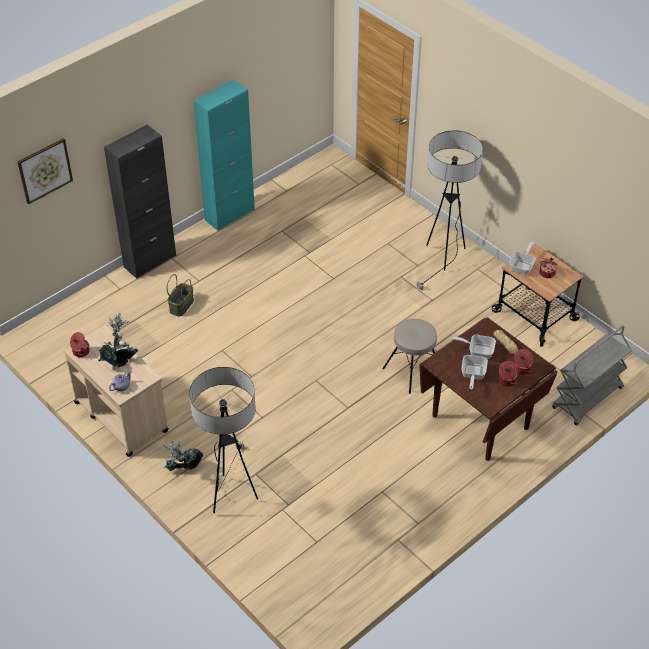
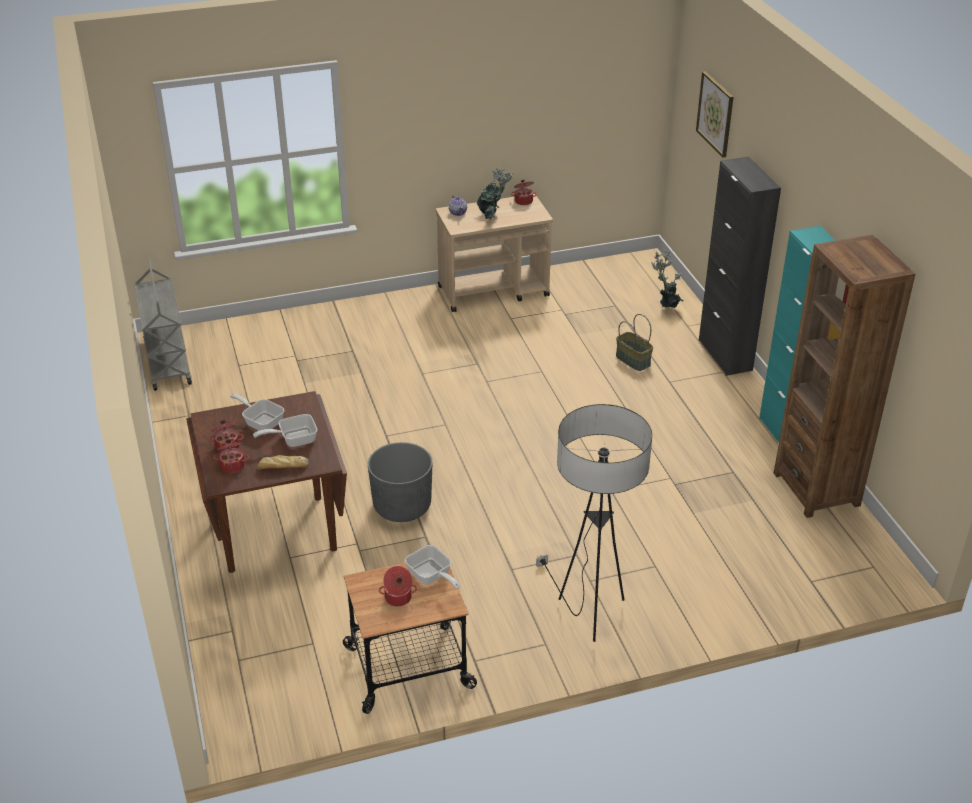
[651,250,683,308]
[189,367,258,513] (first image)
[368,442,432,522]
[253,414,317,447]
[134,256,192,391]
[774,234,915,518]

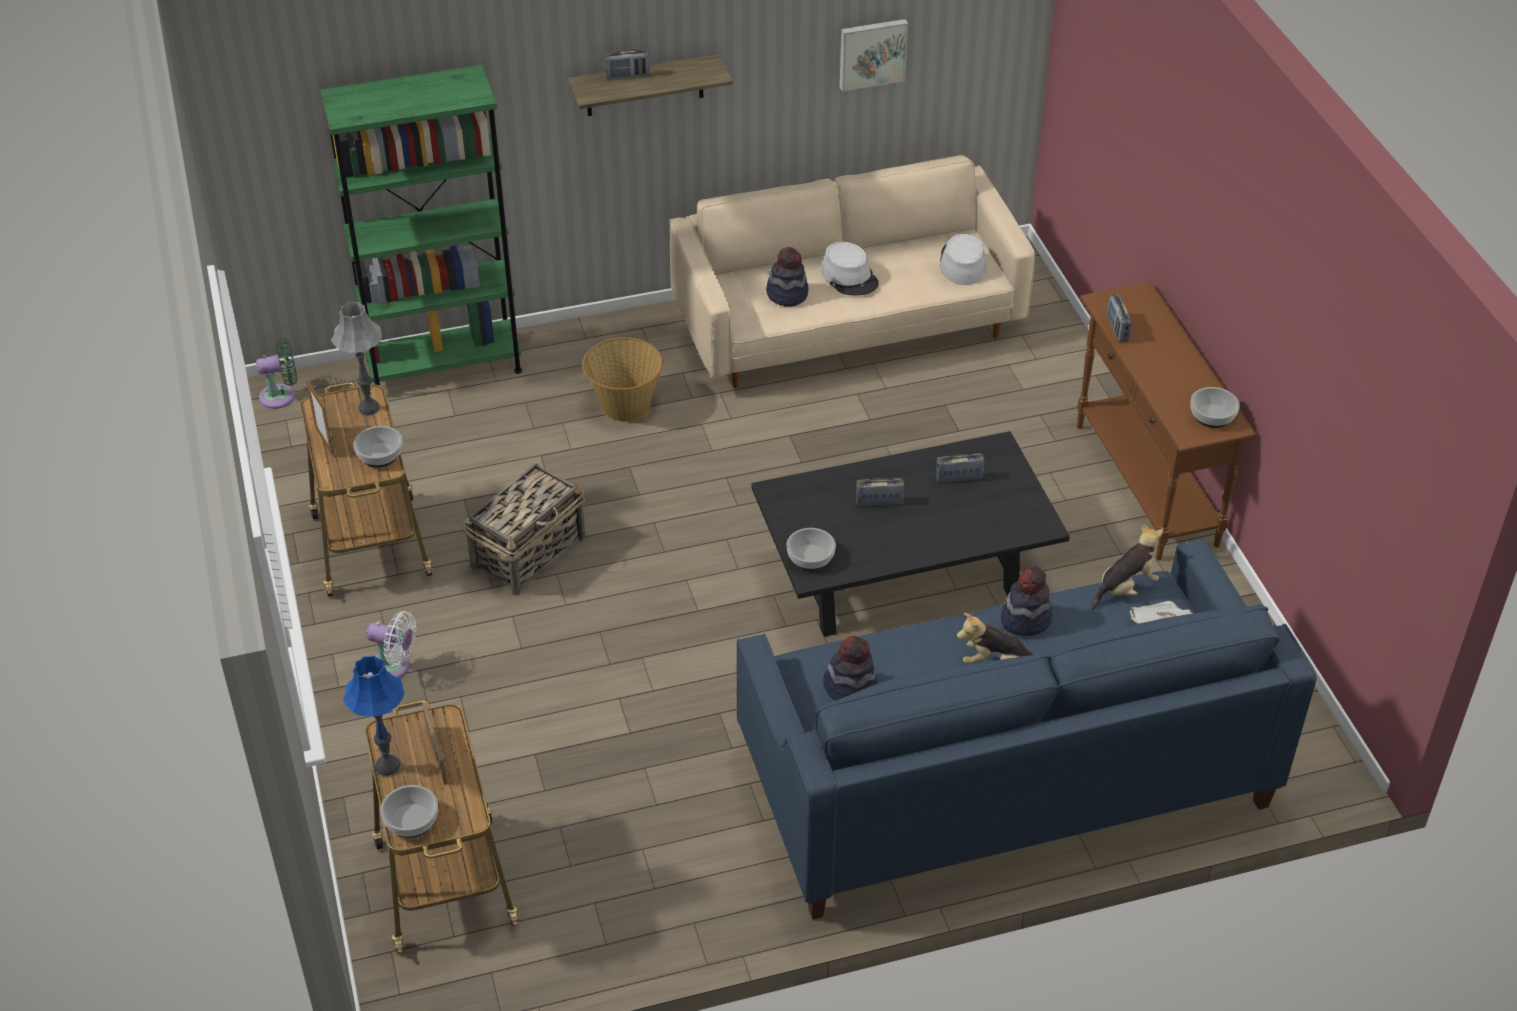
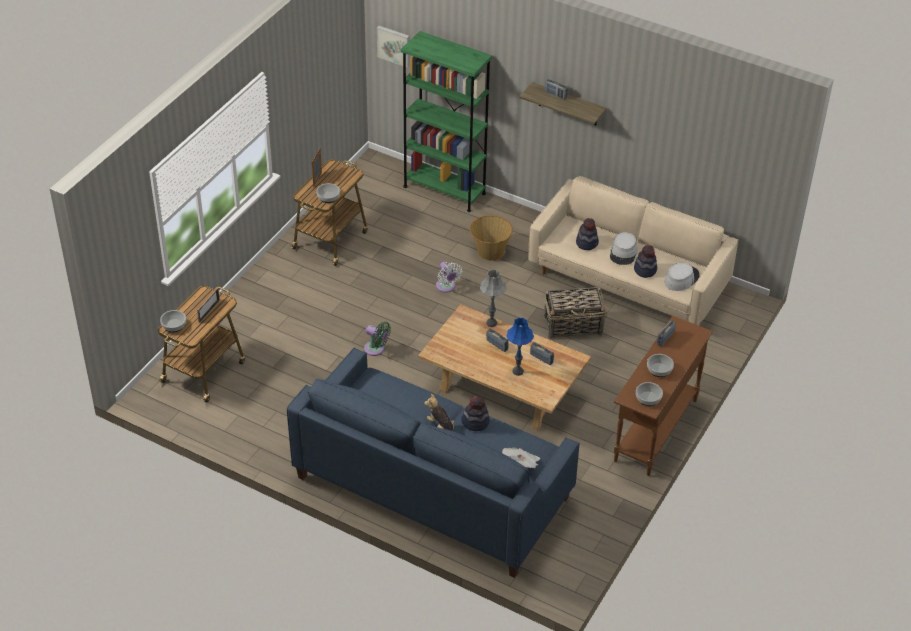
[364,322,391,356]
[480,270,507,327]
[506,318,534,376]
[436,262,462,293]
[544,287,607,339]
[418,304,591,431]
[647,354,674,377]
[634,245,657,278]
[377,26,410,68]
[1092,523,1163,609] (first image)

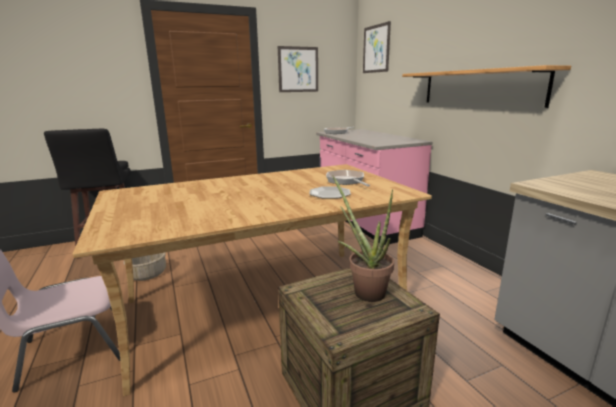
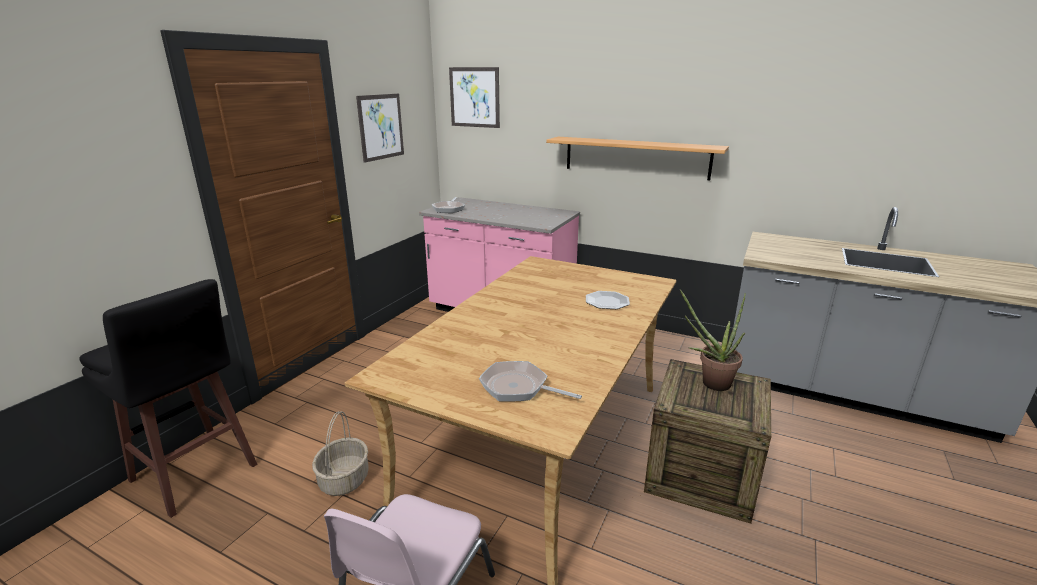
[479,361,582,402]

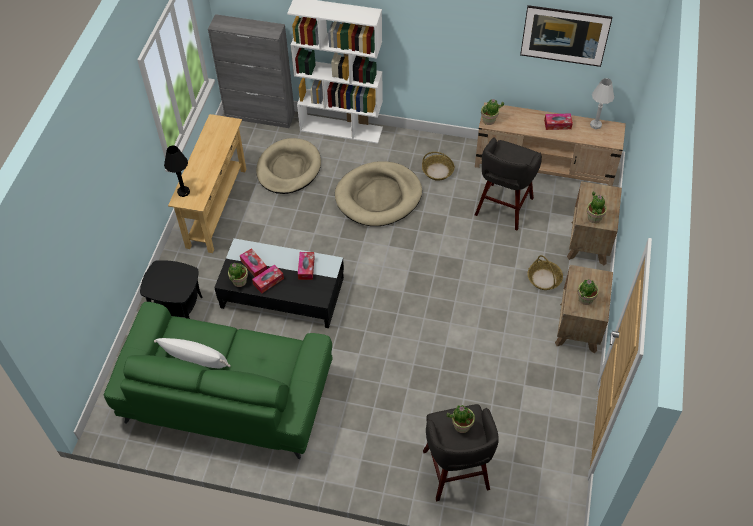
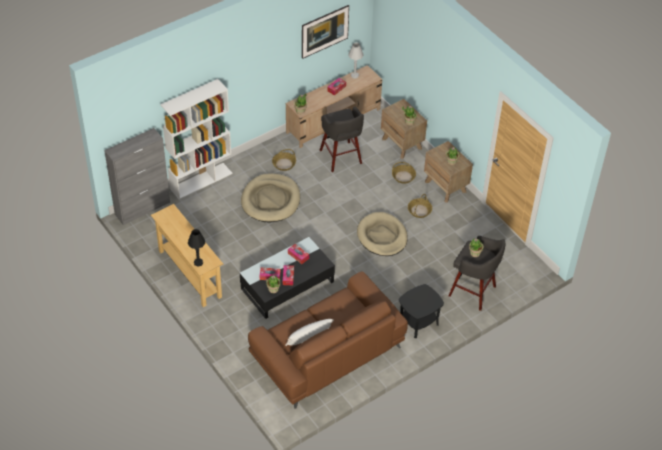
[248,271,408,409]
[399,284,444,338]
[357,212,408,256]
[408,194,432,218]

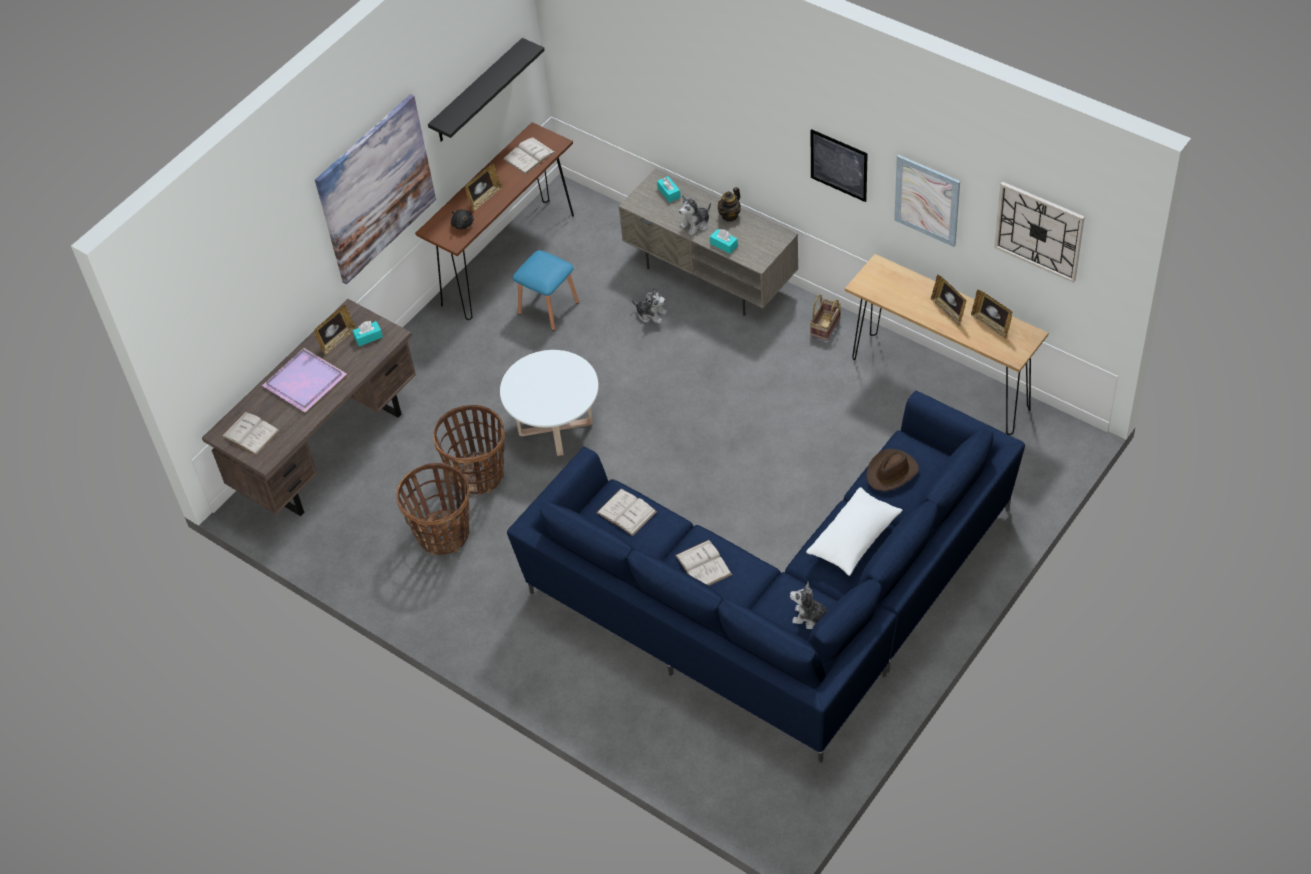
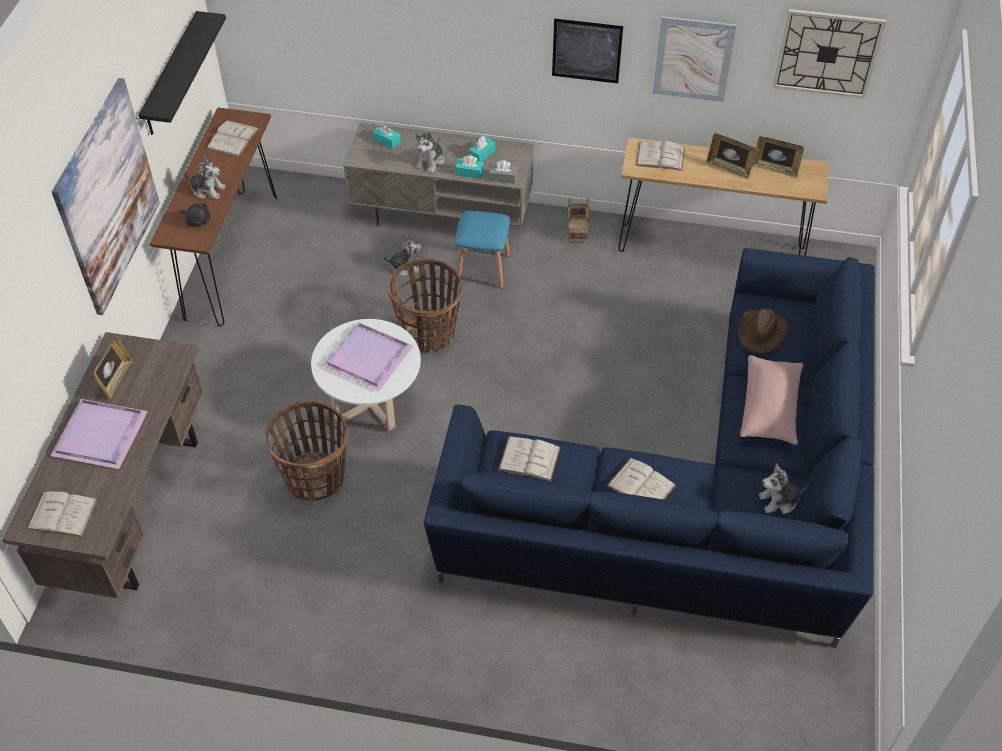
[469,136,495,161]
[388,258,462,353]
[184,156,226,199]
[455,211,510,289]
[718,187,741,222] (first image)
[740,355,803,445]
[323,322,413,391]
[489,160,517,184]
[636,141,685,171]

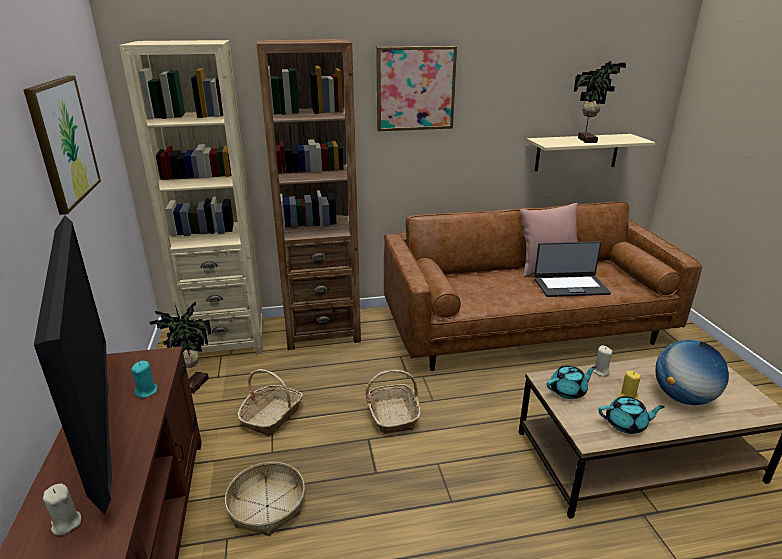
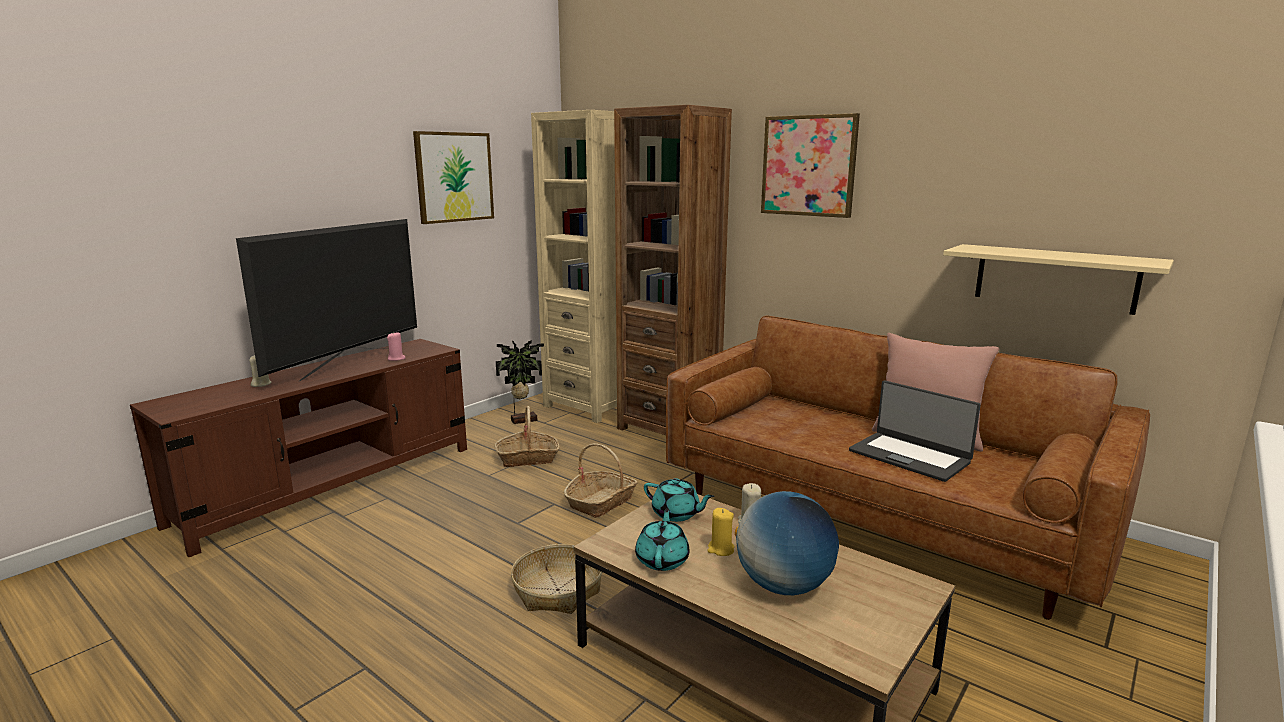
[387,332,405,361]
[511,544,602,614]
[574,61,626,143] (first image)
[635,508,689,571]

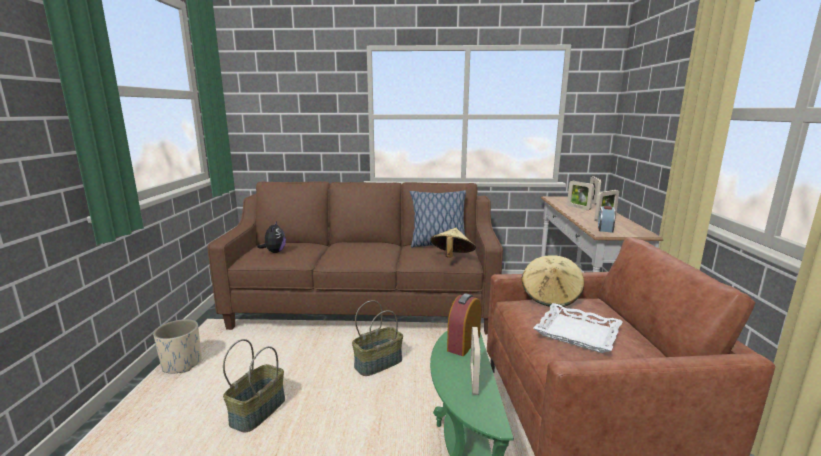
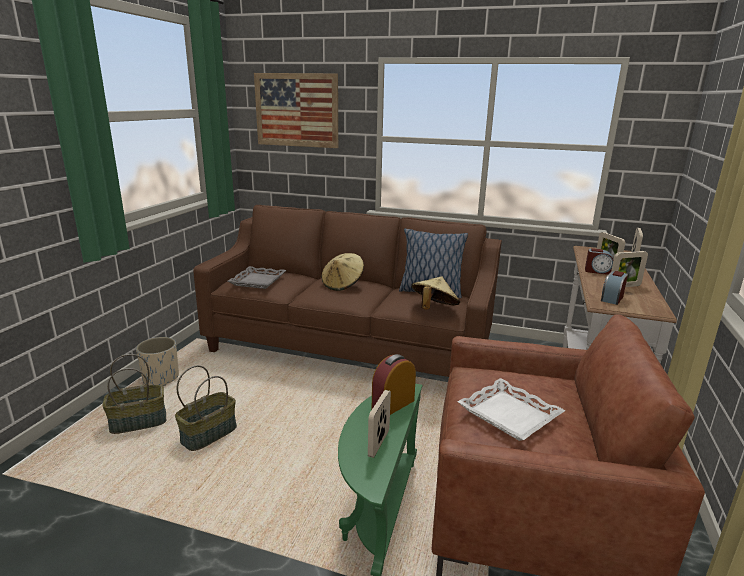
[228,266,286,289]
[102,354,166,434]
[321,253,364,291]
[254,73,338,148]
[585,248,614,275]

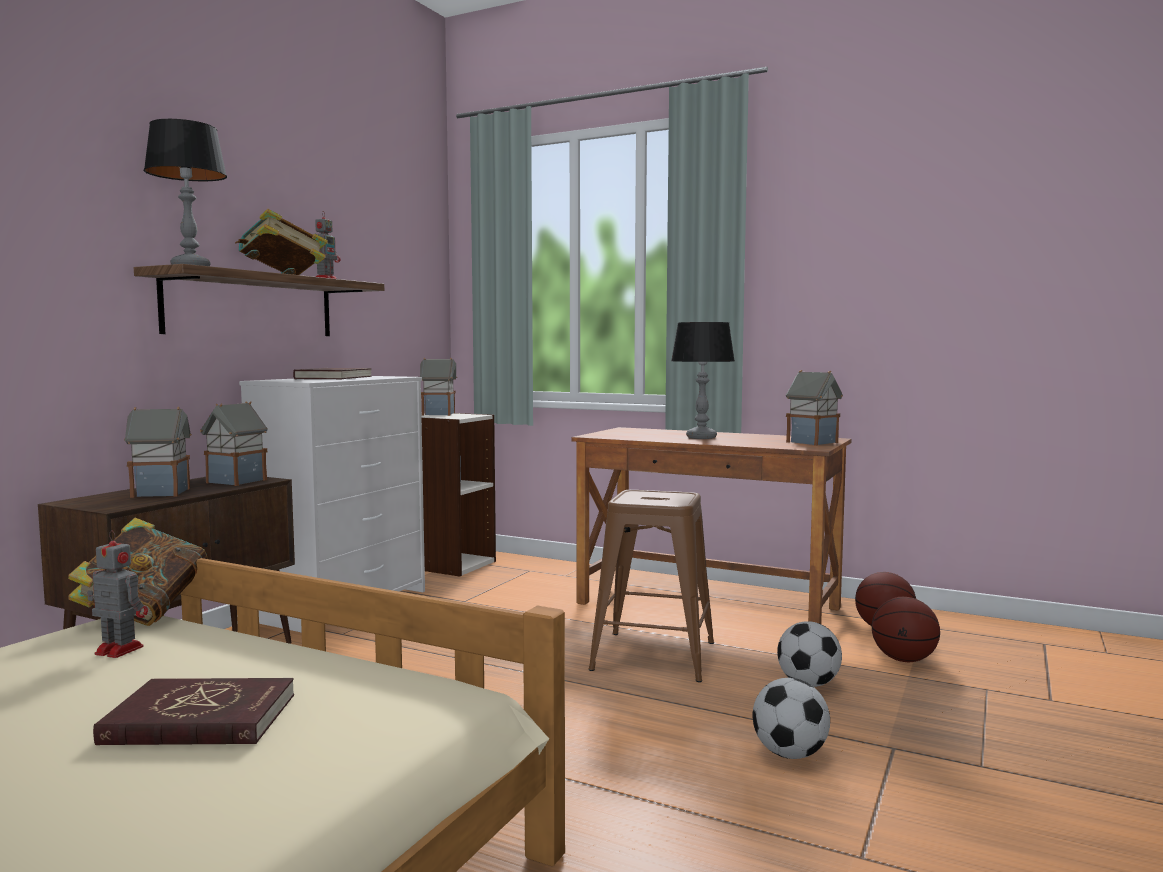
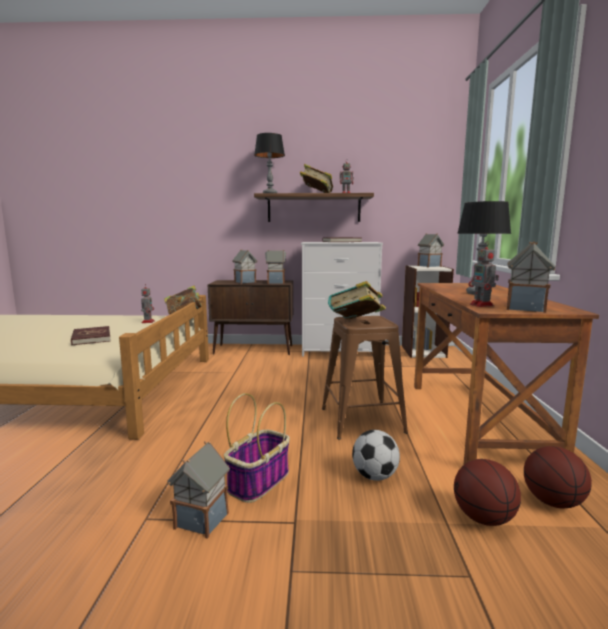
[224,393,290,503]
[167,442,230,539]
[328,281,386,319]
[469,241,499,307]

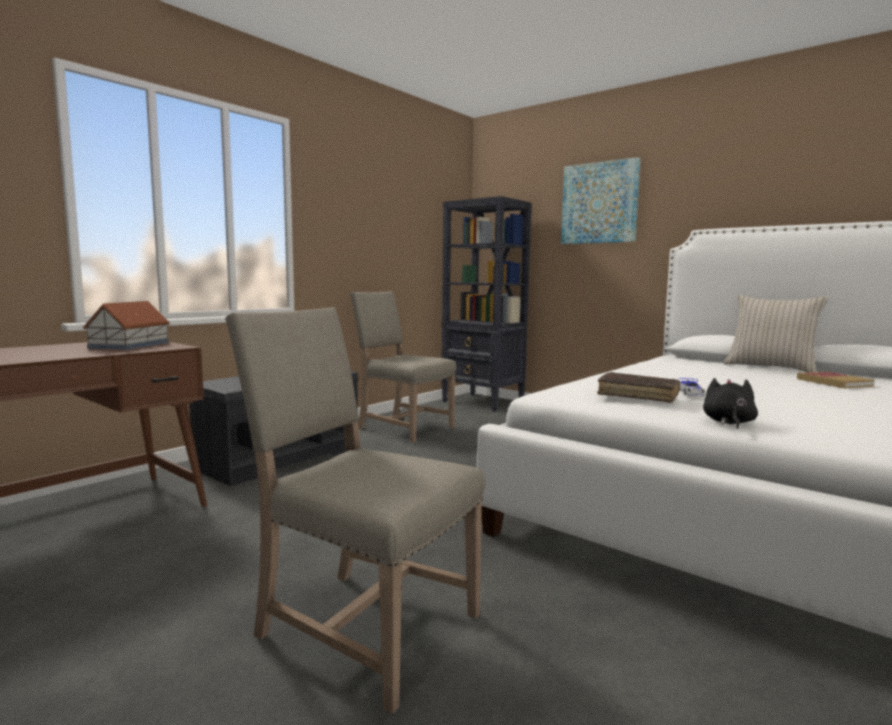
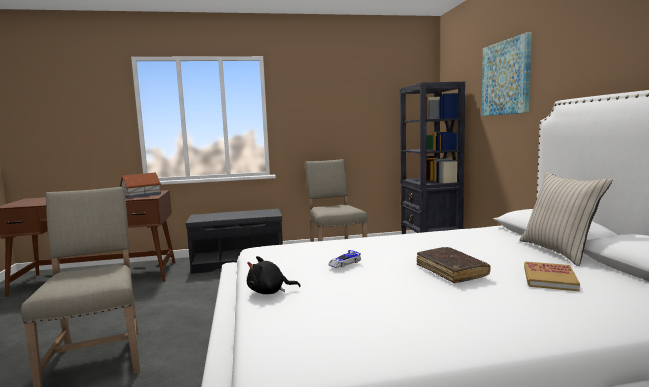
[417,247,491,283]
[247,256,301,294]

